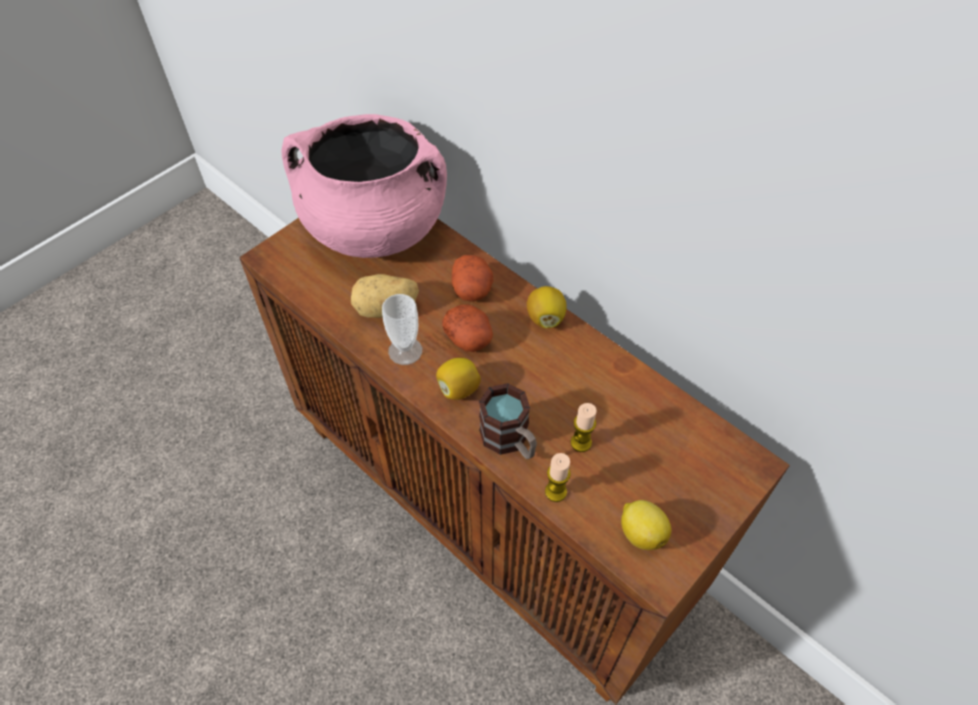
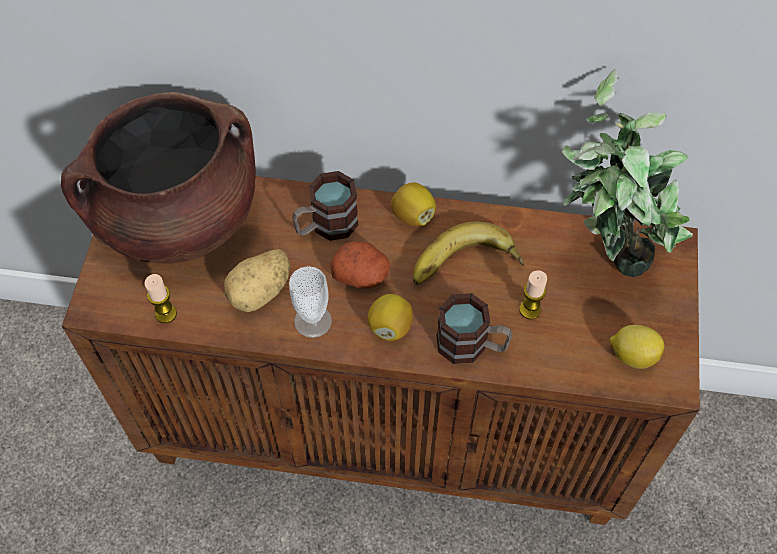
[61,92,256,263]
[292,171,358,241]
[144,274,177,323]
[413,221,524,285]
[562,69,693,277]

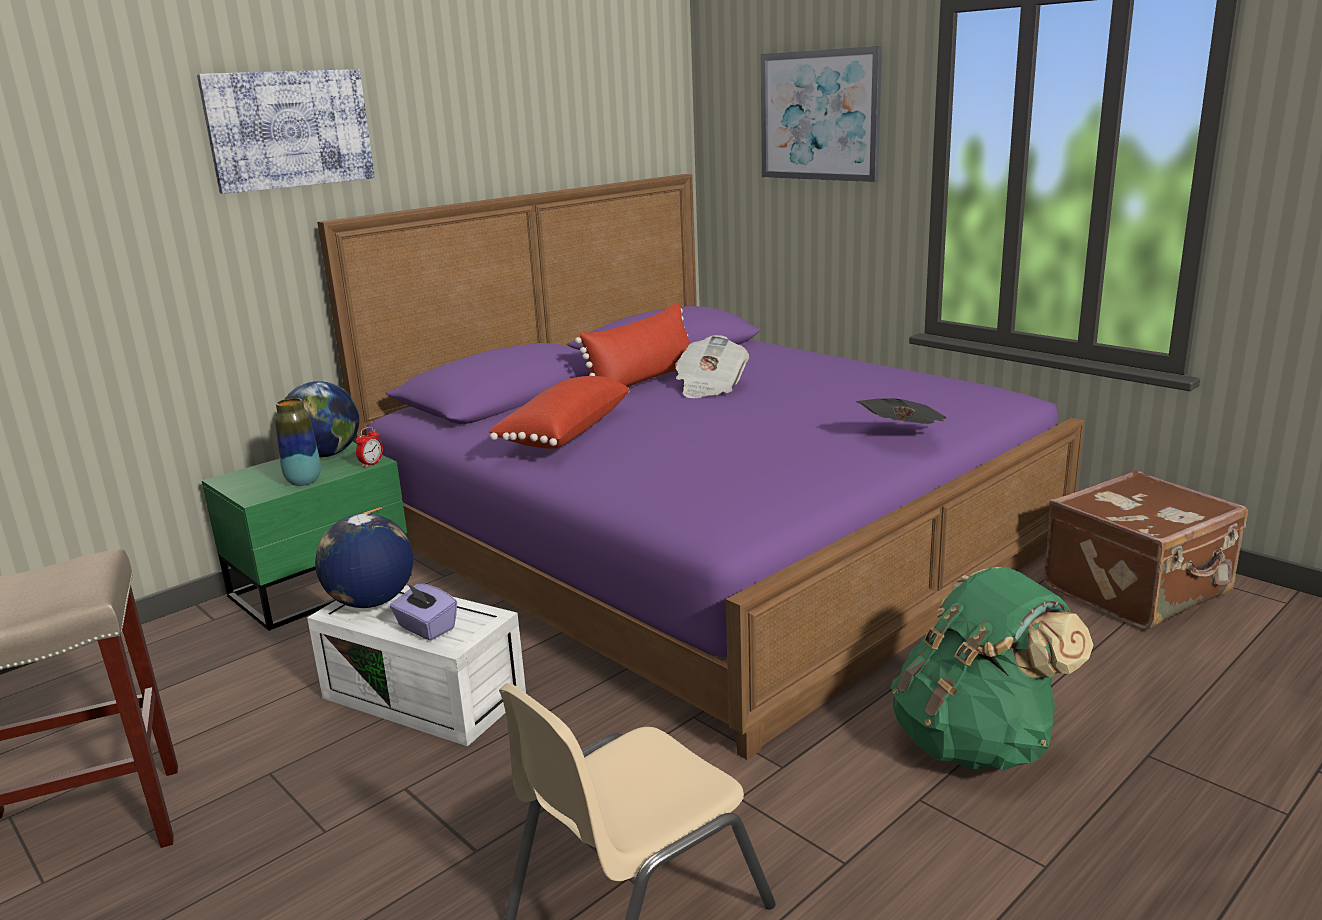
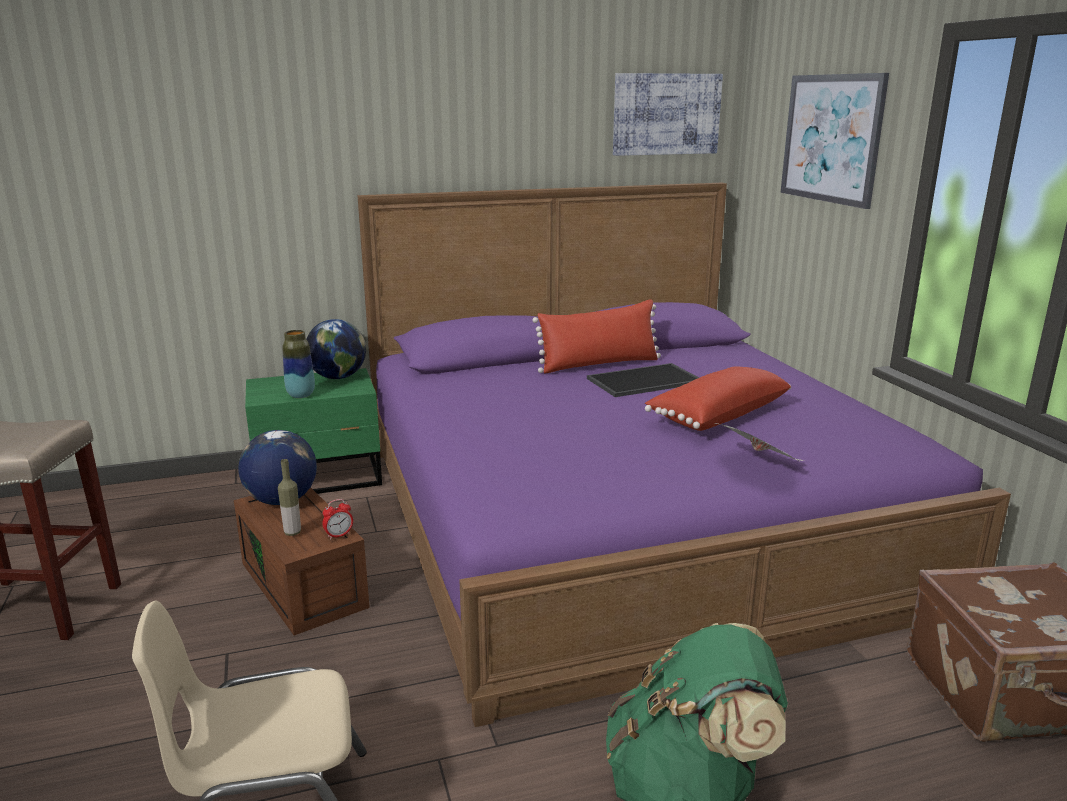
[613,73,723,156]
[234,487,370,635]
[323,499,353,540]
[278,459,301,536]
[645,366,791,431]
[587,363,699,397]

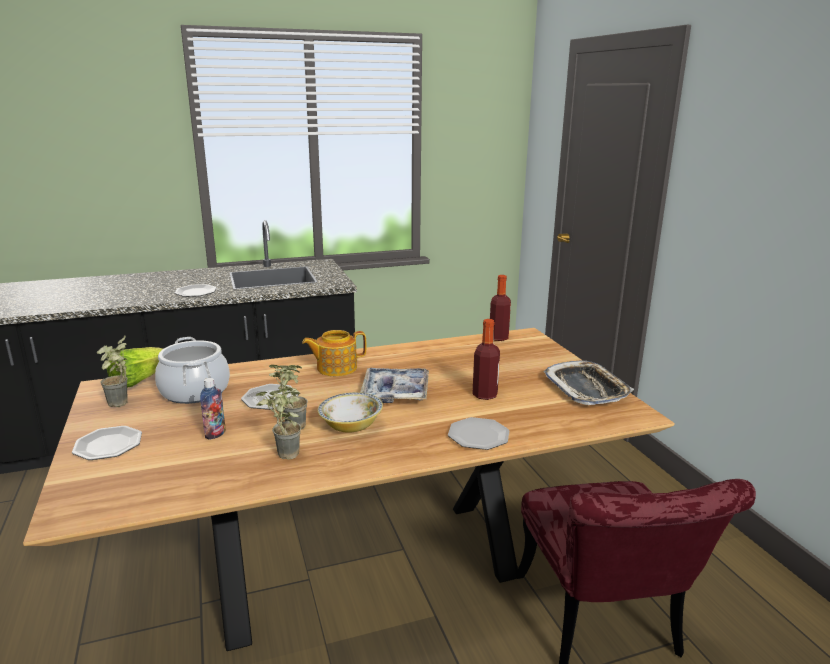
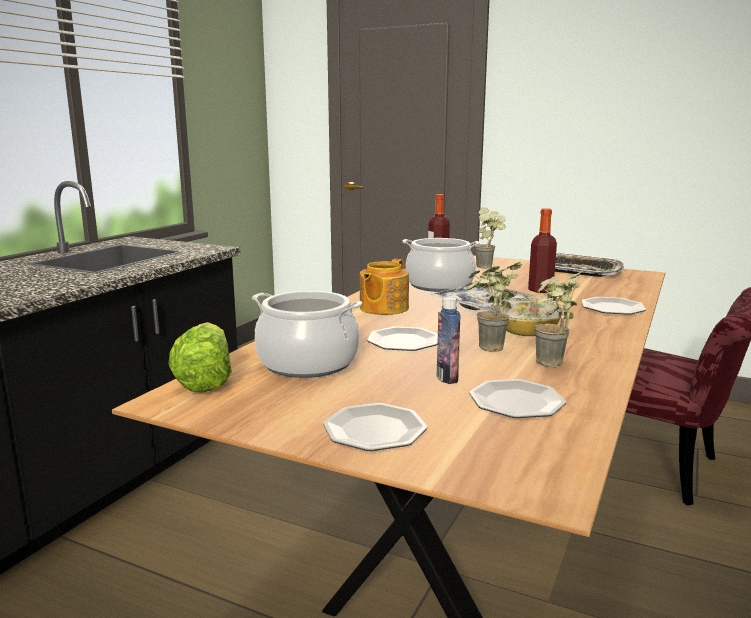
[475,207,506,269]
[469,379,566,418]
[402,238,480,292]

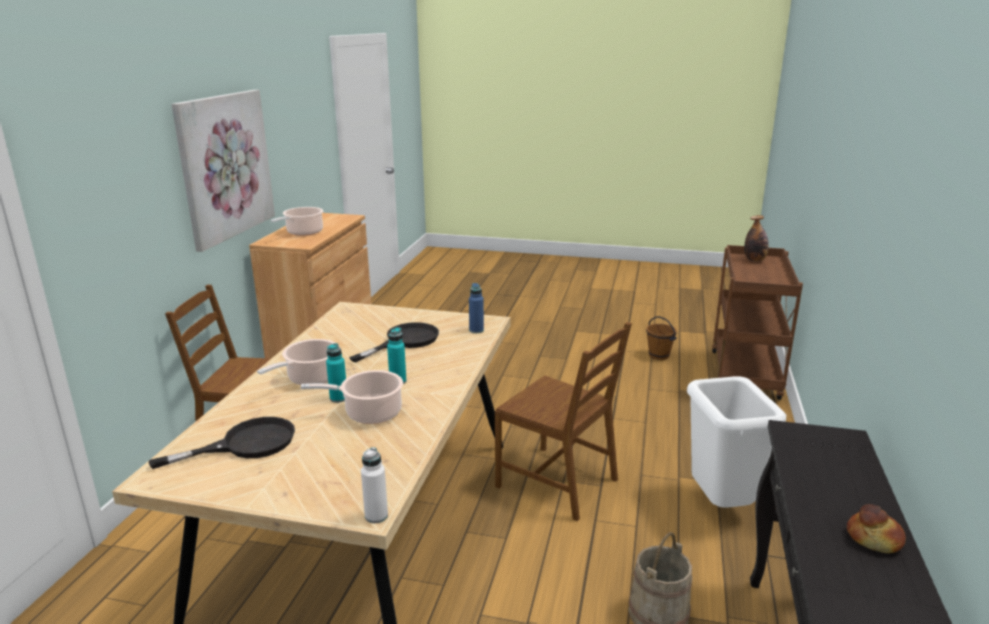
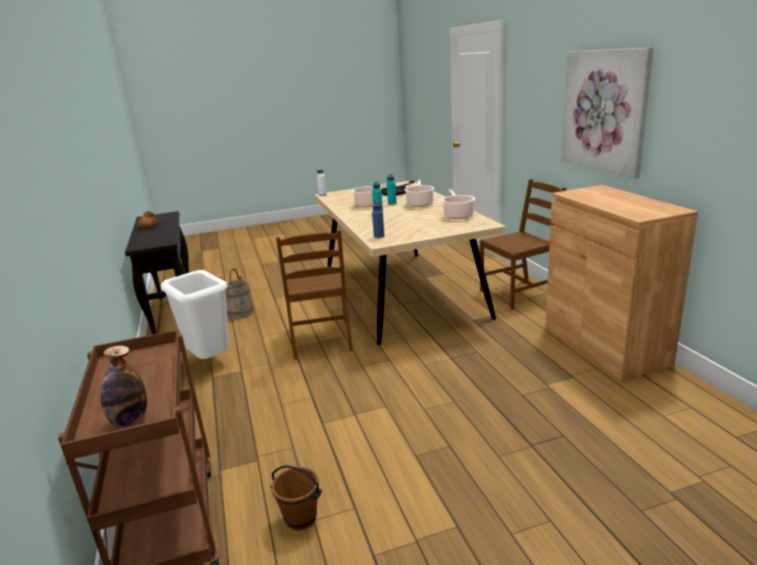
[442,189,475,219]
[349,322,439,363] (first image)
[276,230,353,360]

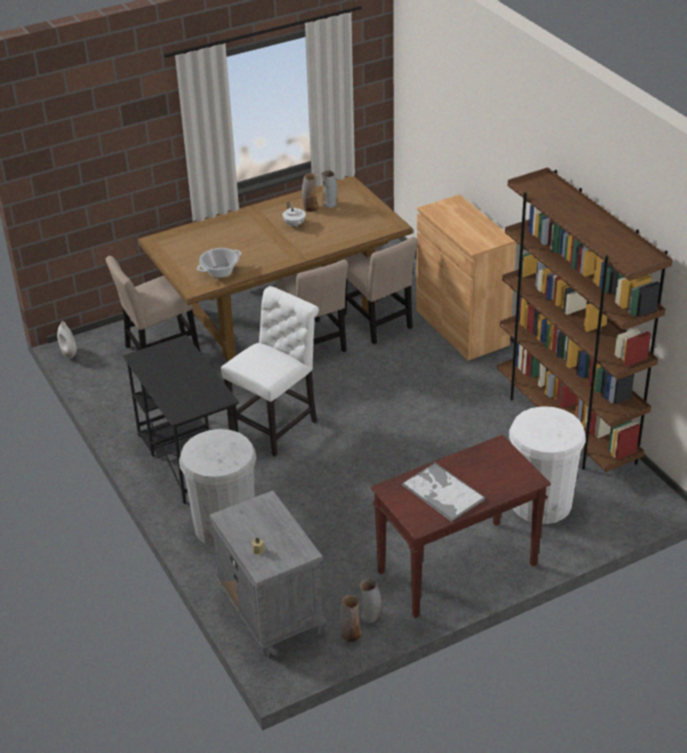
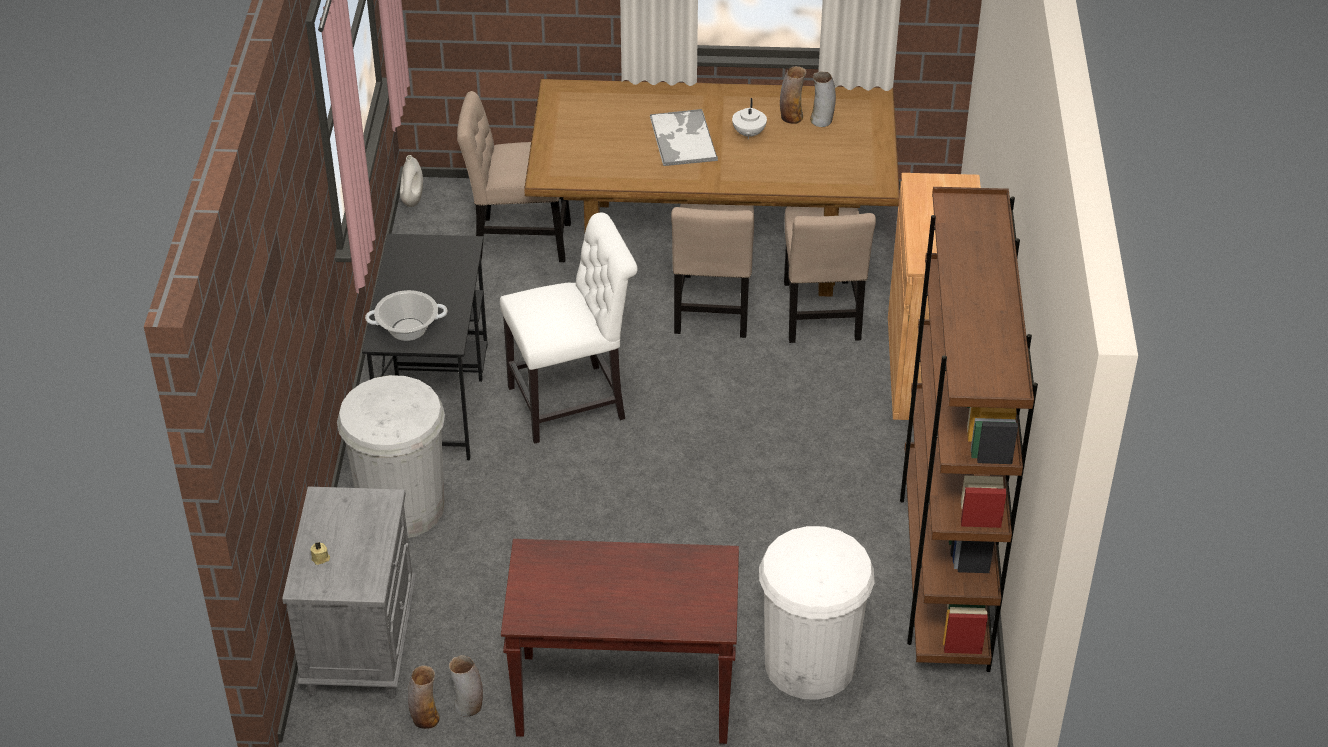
[365,290,447,341]
[650,109,718,166]

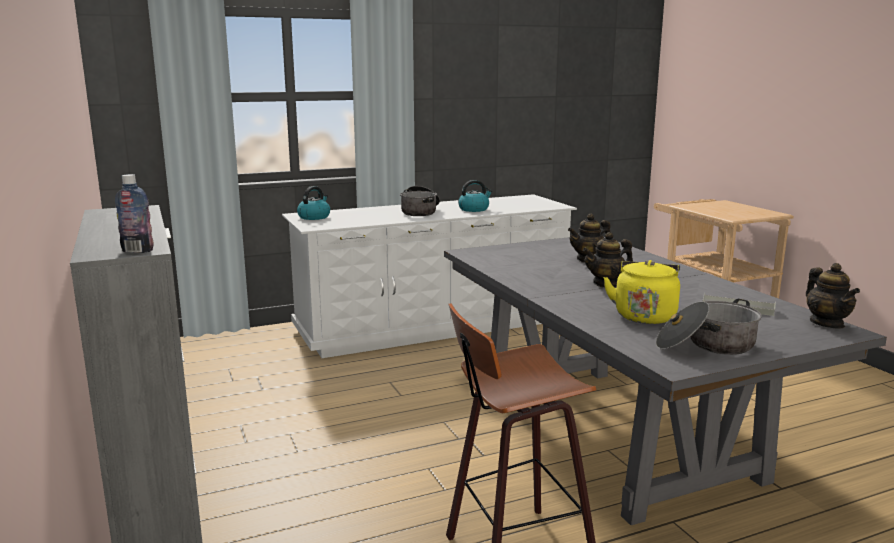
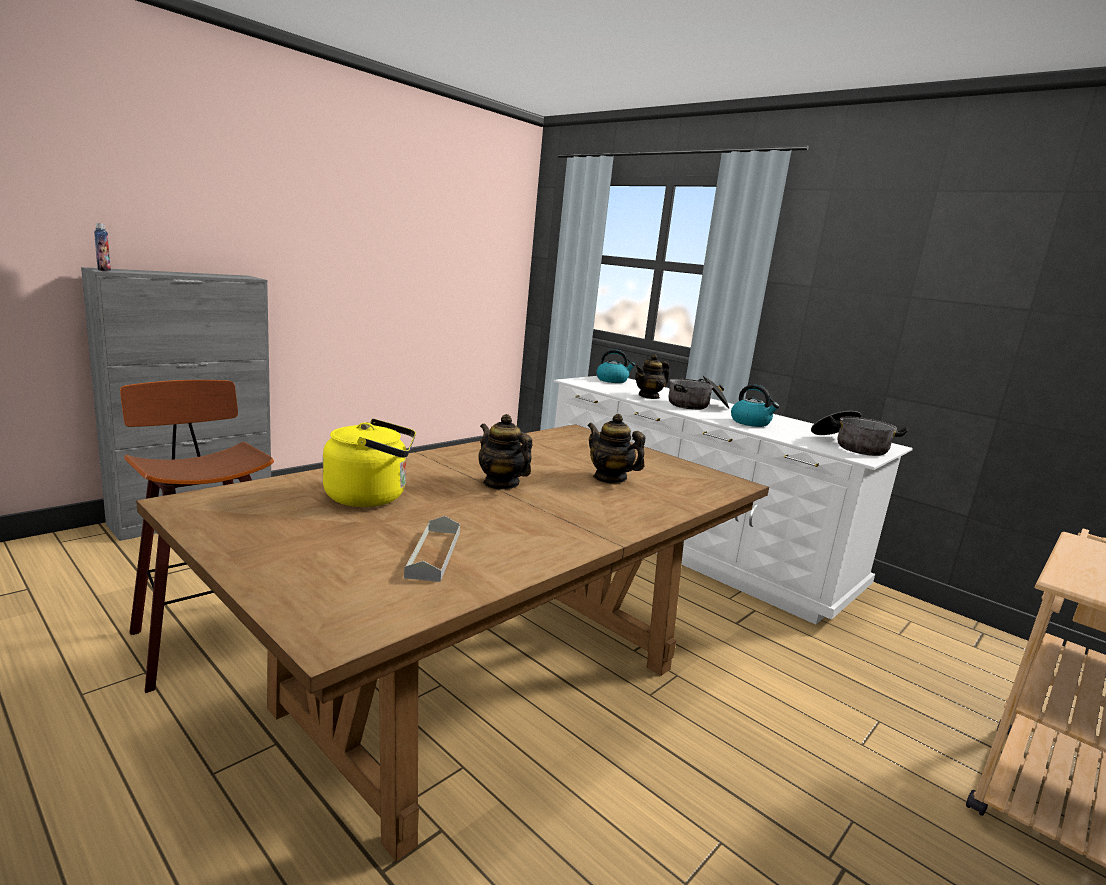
[136,424,769,861]
[811,411,909,456]
[635,354,670,399]

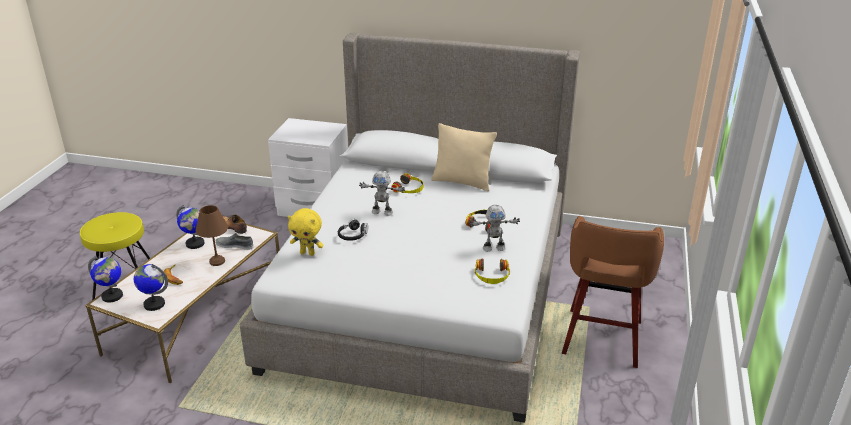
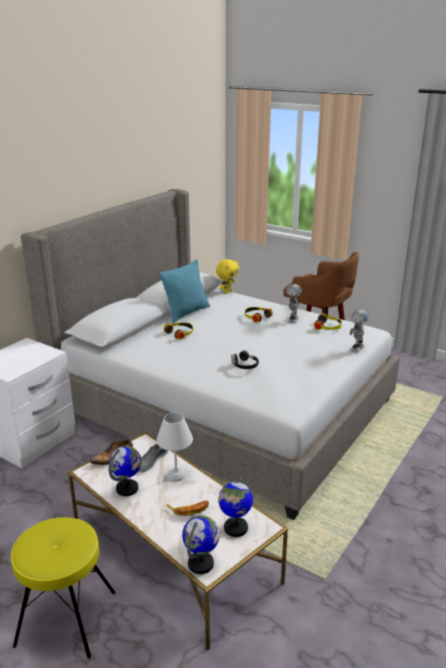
[156,413,193,482]
[216,259,239,294]
[350,309,368,353]
[159,259,210,323]

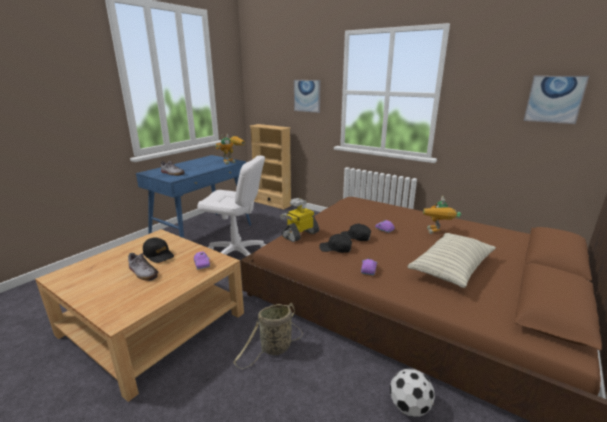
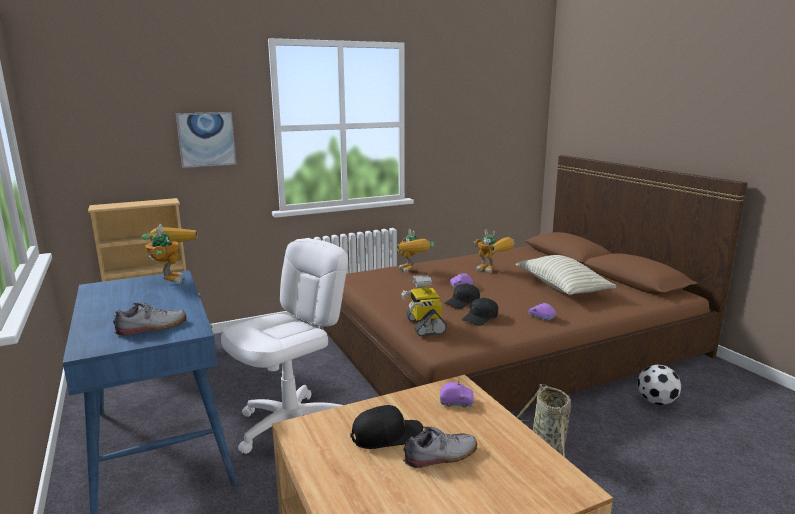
[523,76,589,124] (first image)
[397,229,434,273]

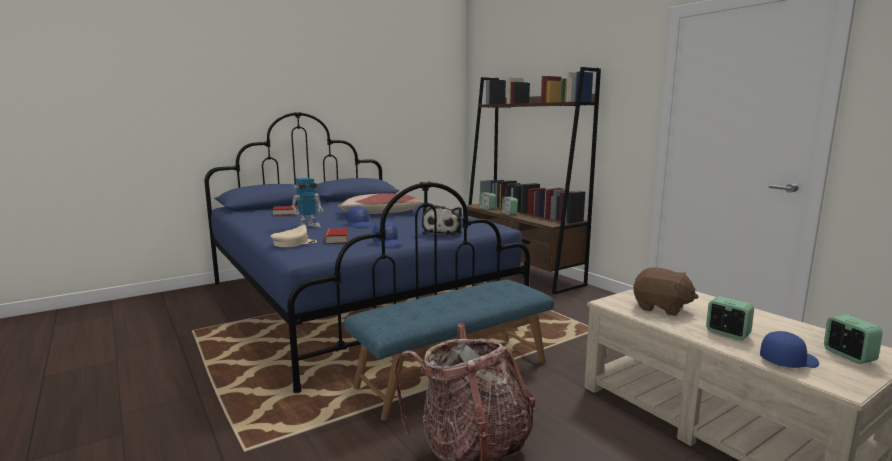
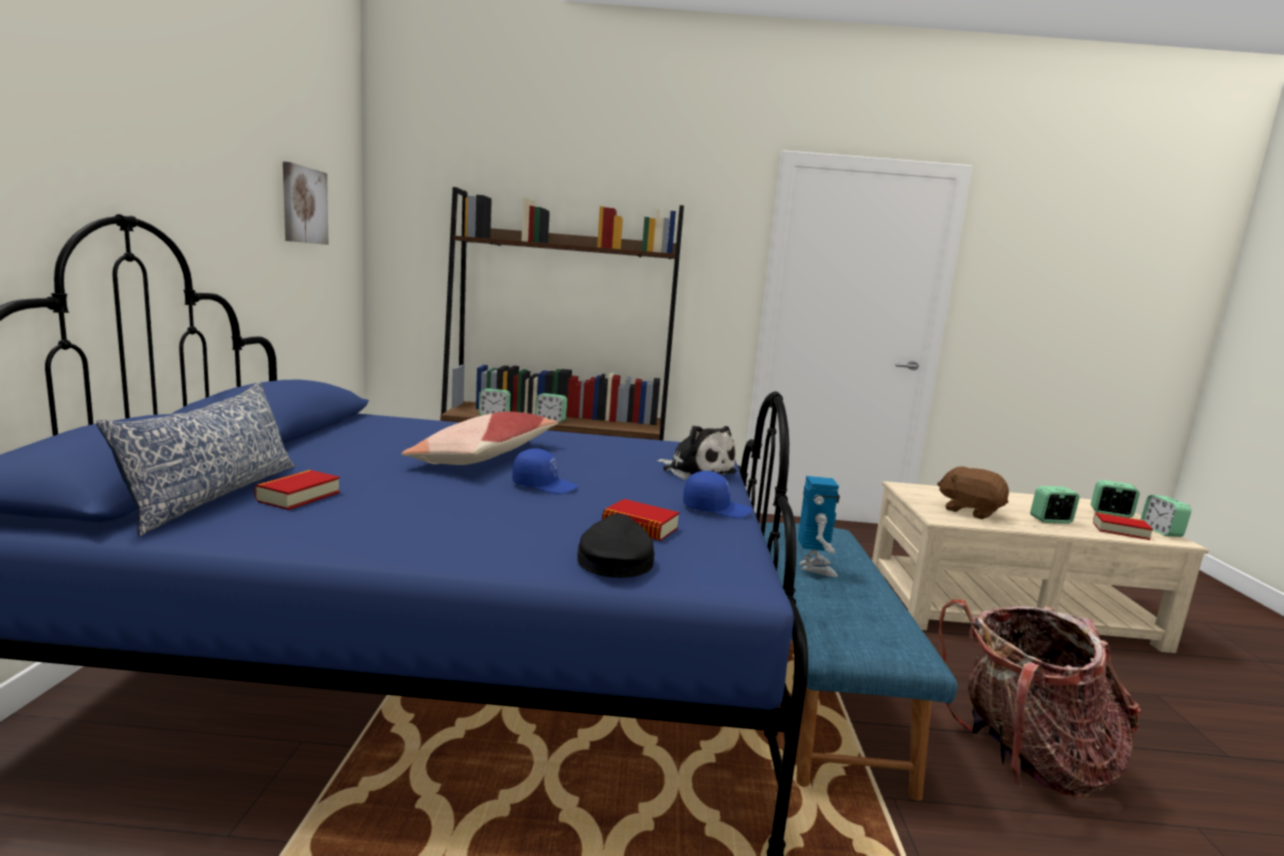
[577,513,654,578]
[798,476,840,577]
[937,467,1009,519]
[1093,513,1153,540]
[96,382,295,536]
[283,161,329,245]
[1141,495,1192,537]

